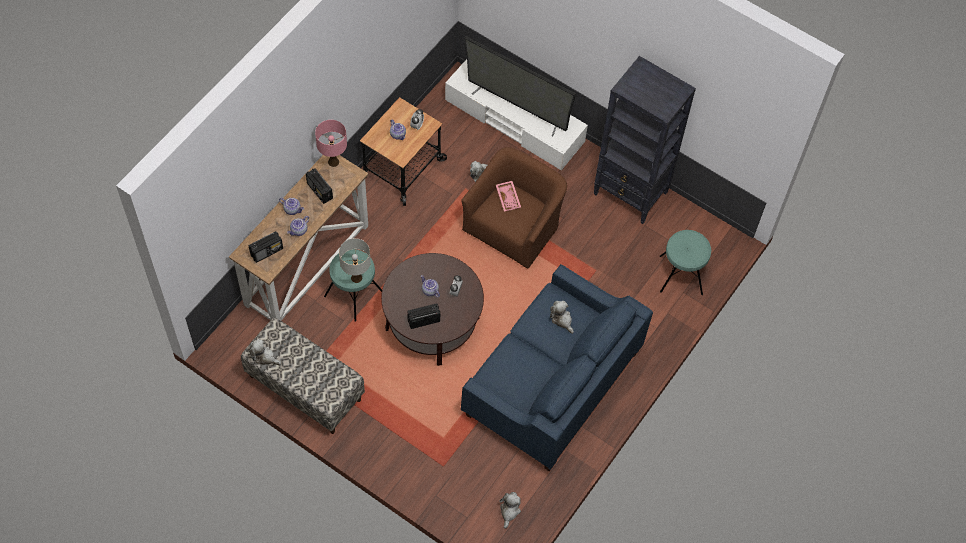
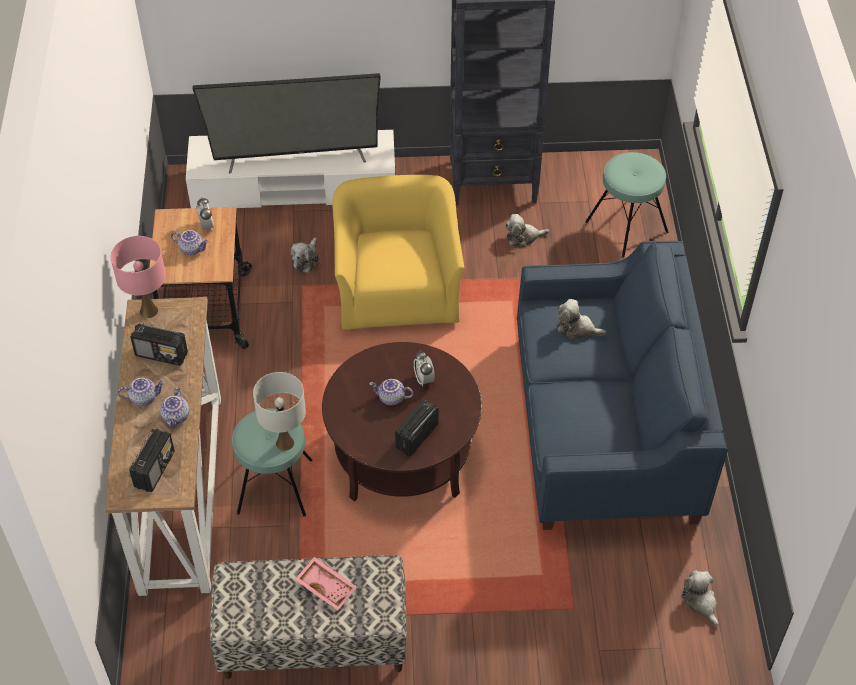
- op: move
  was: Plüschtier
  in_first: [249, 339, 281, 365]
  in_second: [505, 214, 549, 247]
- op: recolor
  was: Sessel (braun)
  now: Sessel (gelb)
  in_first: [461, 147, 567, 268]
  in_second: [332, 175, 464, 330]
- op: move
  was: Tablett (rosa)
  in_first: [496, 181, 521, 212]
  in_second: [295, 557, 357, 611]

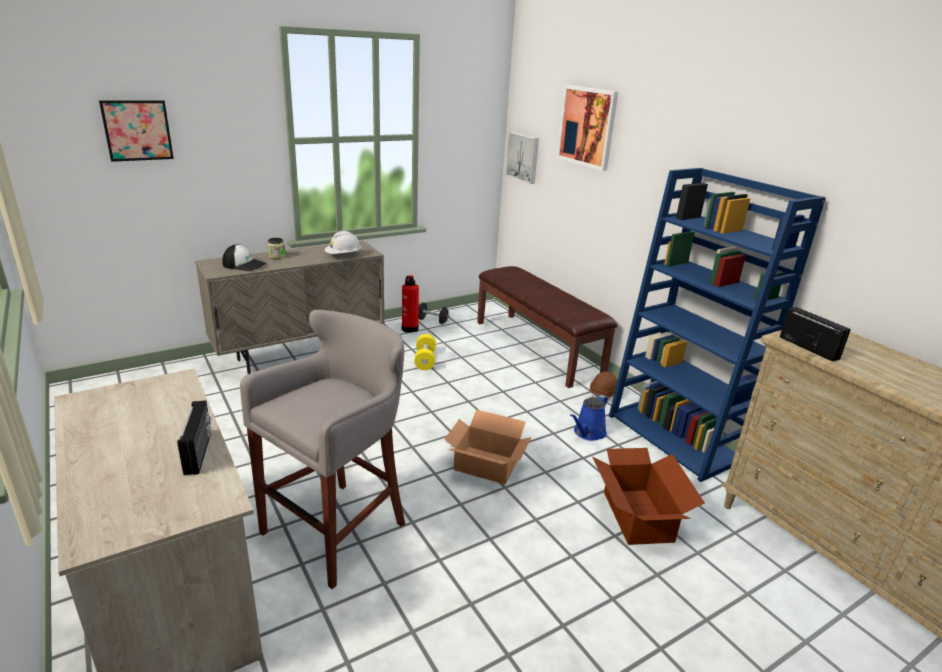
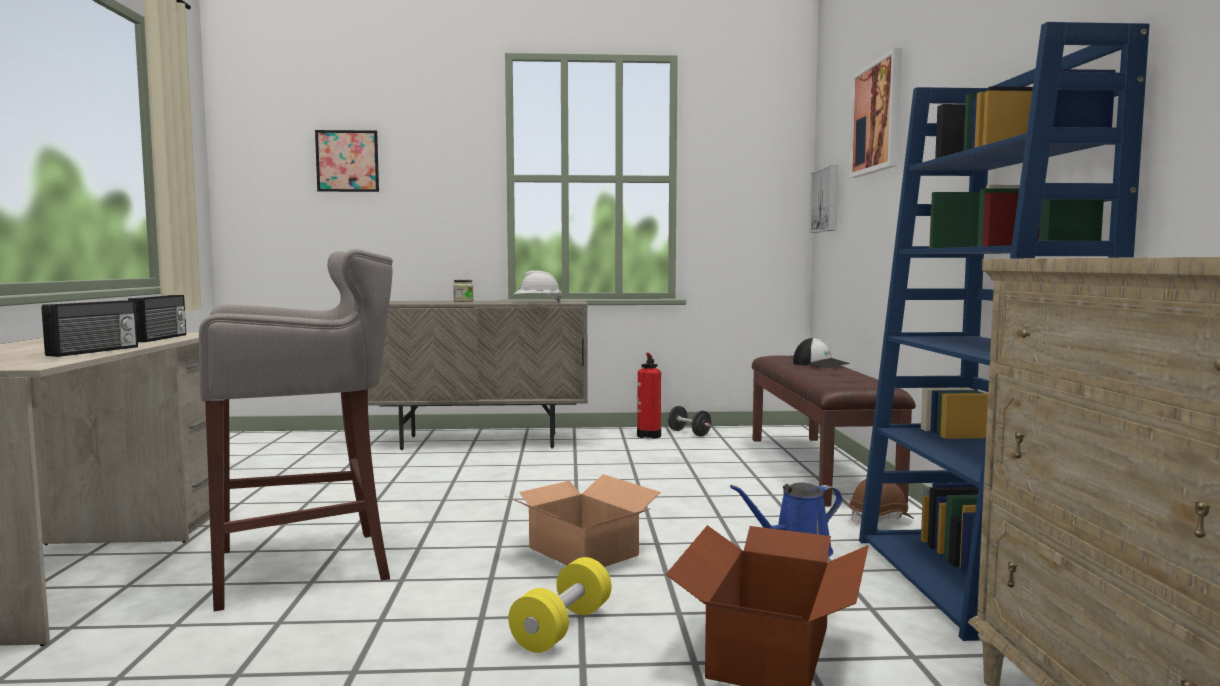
- op: move
  was: Kappe
  in_first: [222, 244, 267, 271]
  in_second: [793, 338, 850, 368]
- op: move
  was: Hantel (gelb)
  in_first: [414, 334, 436, 370]
  in_second: [508, 557, 612, 653]
- op: move
  was: Radio
  in_first: [780, 307, 851, 362]
  in_second: [128, 295, 186, 342]

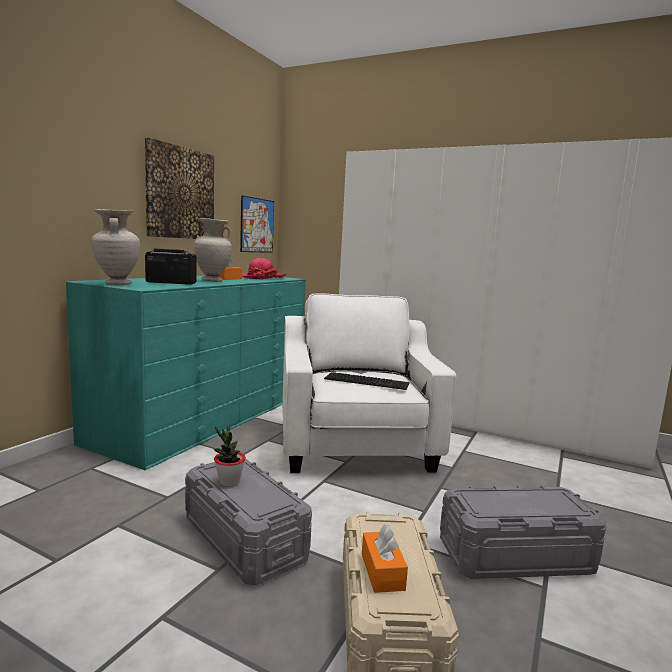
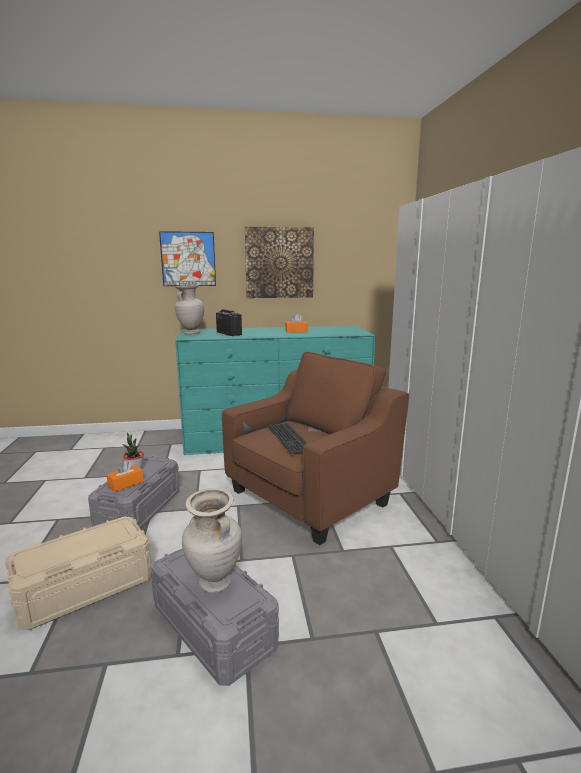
- op: move
  was: Vase (beige)
  in_first: [194, 218, 232, 282]
  in_second: [182, 488, 242, 593]
- op: move
  was: Bild
  in_first: [240, 195, 274, 253]
  in_second: [159, 231, 216, 286]
- op: delete
  was: Hut
  in_first: [242, 258, 286, 279]
- op: recolor
  was: Sessel (weiß)
  now: Sessel (braun)
  in_first: [282, 293, 456, 473]
  in_second: [222, 352, 409, 545]
- op: move
  was: Taschentuchbox (orange)
  in_first: [362, 524, 408, 593]
  in_second: [107, 461, 144, 492]

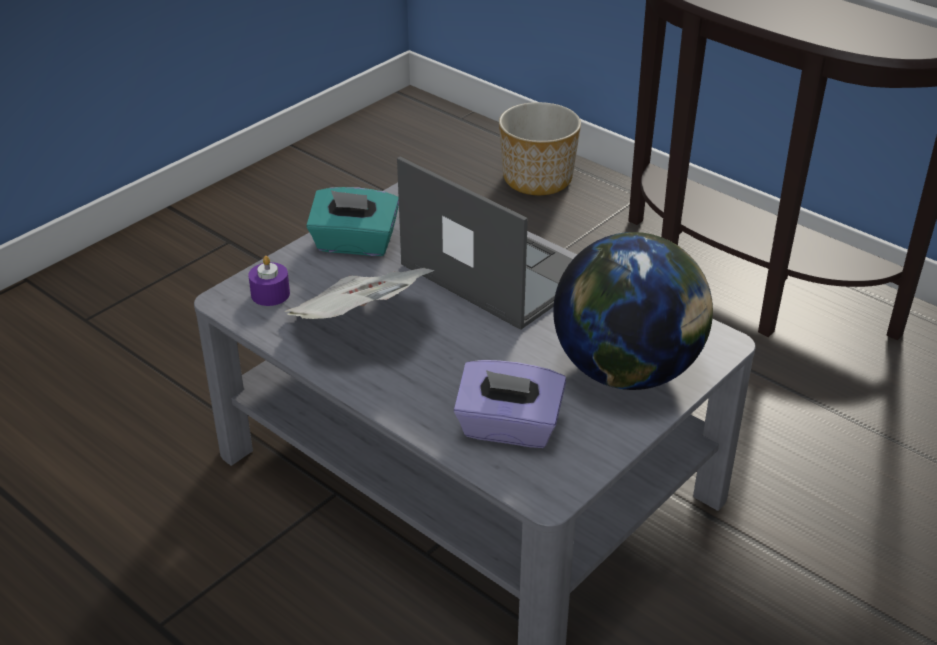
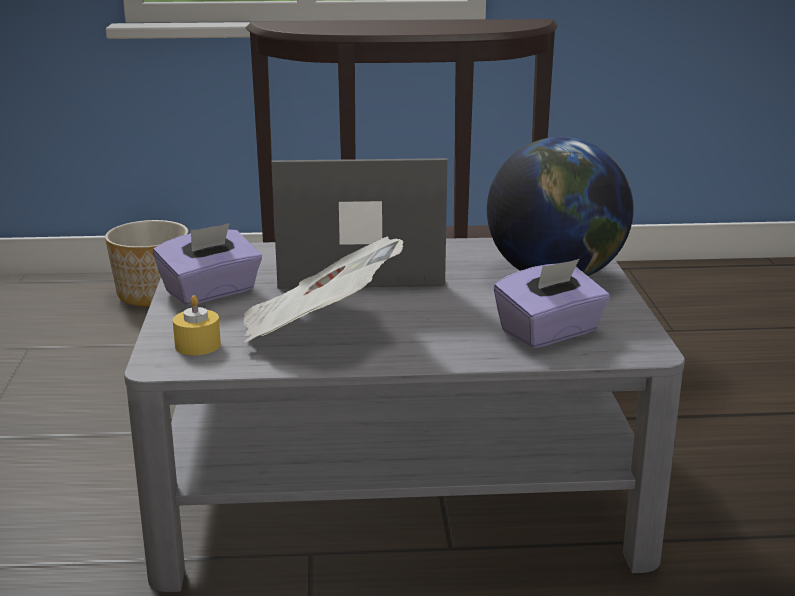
- op: recolor
  was: Kerze (lila)
  now: Kerze (gelb)
  in_first: [248, 256, 290, 306]
  in_second: [173, 295, 221, 355]
- op: recolor
  was: Taschentuchbox (türkis)
  now: Taschentuchbox (lila)
  in_first: [306, 187, 399, 256]
  in_second: [153, 223, 262, 306]

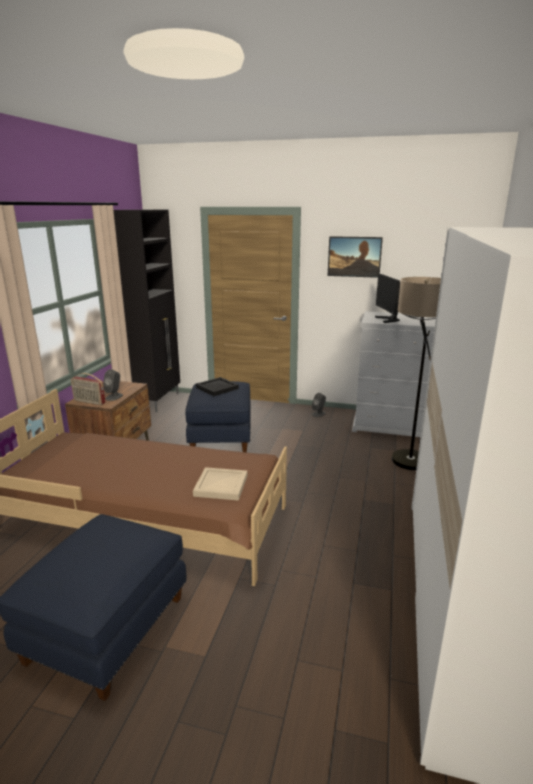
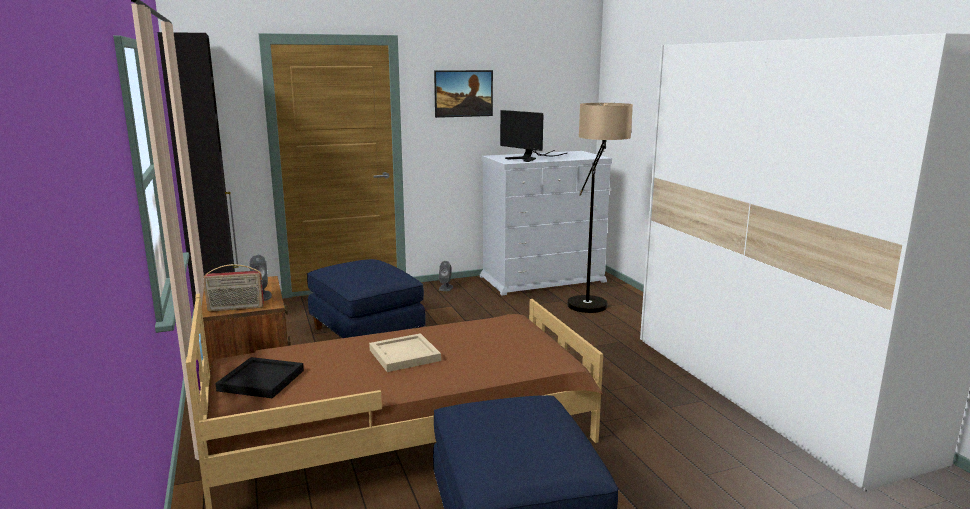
- op: move
  was: Tablett (beige)
  in_first: [193, 467, 247, 501]
  in_second: [369, 333, 441, 372]
- op: move
  was: Tablett (schwarz)
  in_first: [196, 377, 239, 396]
  in_second: [215, 357, 304, 399]

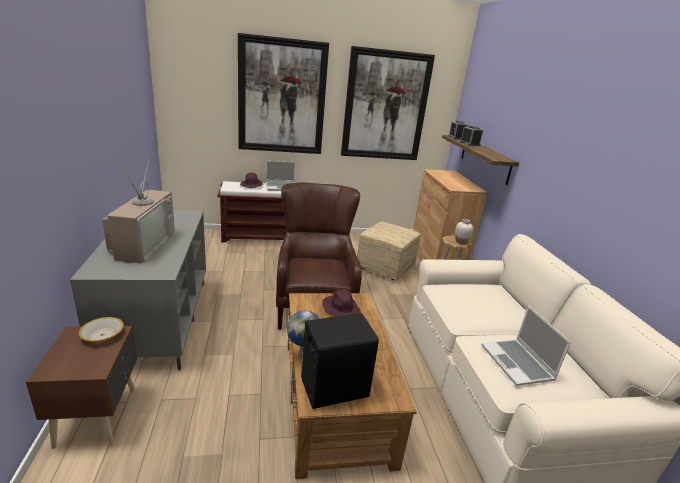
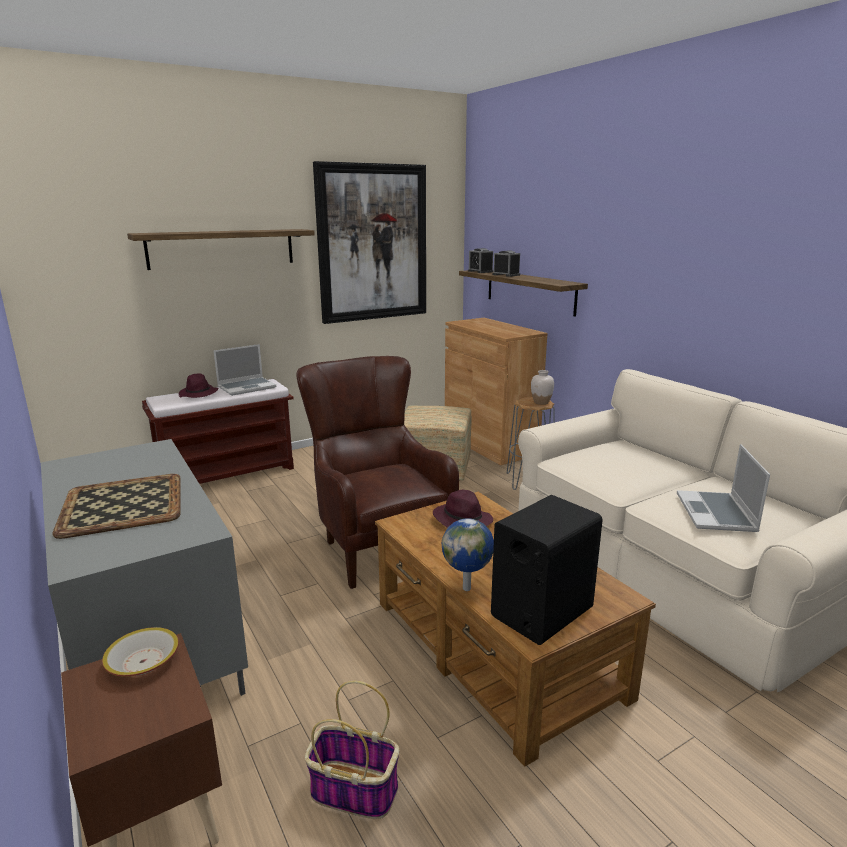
- op: replace
  was: Fernseher
  now: Tablett
  in_first: [102, 157, 175, 264]
  in_second: [52, 474, 180, 539]
- op: replace
  was: Bild
  now: Wandregal
  in_first: [238, 33, 329, 154]
  in_second: [127, 229, 315, 270]
- op: rotate
  was: Laptop
  in_first: [482, 306, 571, 386]
  in_second: [677, 444, 770, 532]
  clockwise: 45
- op: insert
  now: Korb
  in_second: [305, 681, 399, 819]

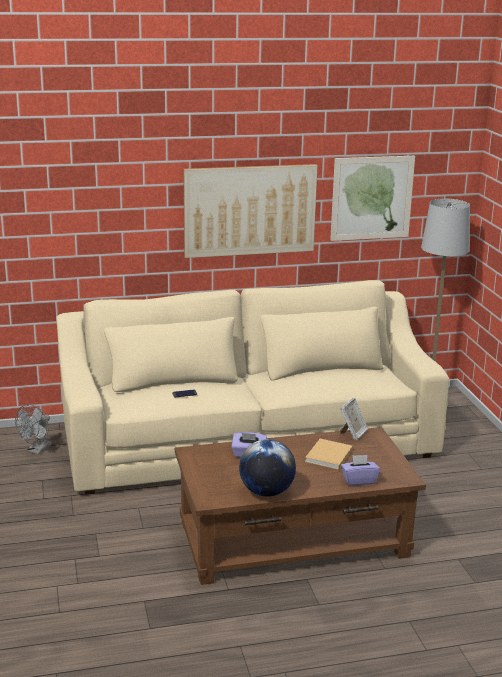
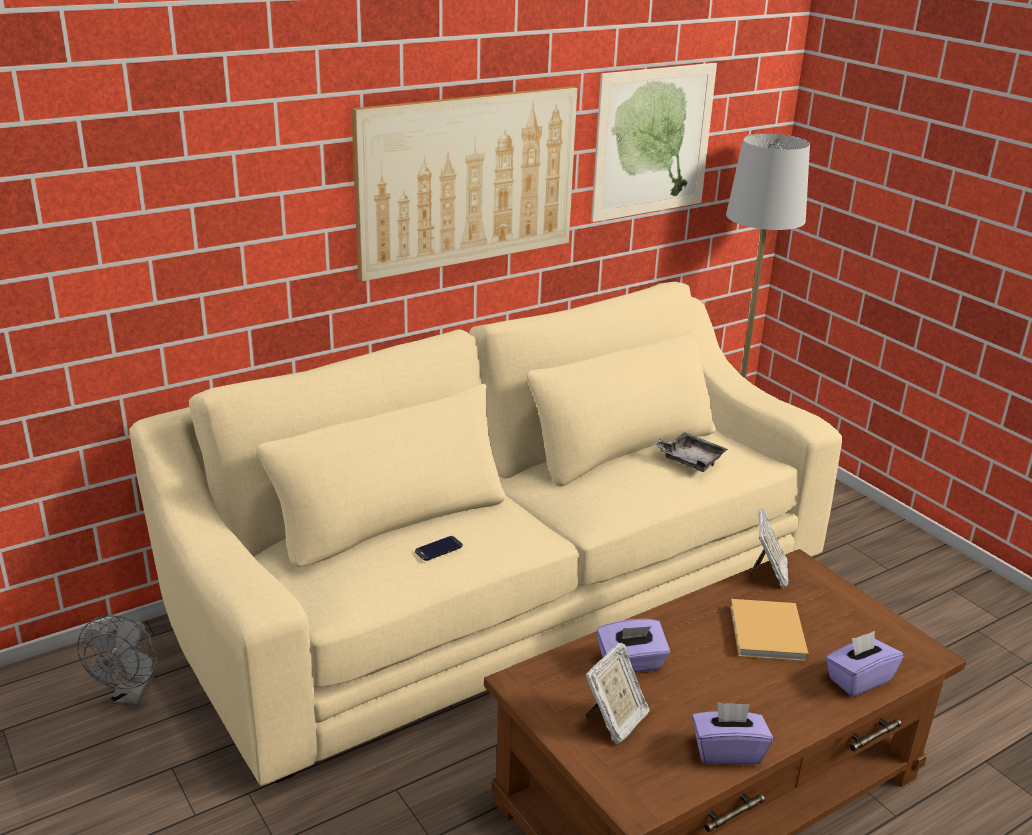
- op: replace
  was: Globus
  now: Taschentuchbox (lila)
  in_first: [239, 439, 296, 497]
  in_second: [692, 702, 773, 765]
- op: insert
  now: Bilderrahmen
  in_second: [585, 642, 650, 744]
- op: insert
  now: Tablett (grau)
  in_second: [652, 432, 728, 472]

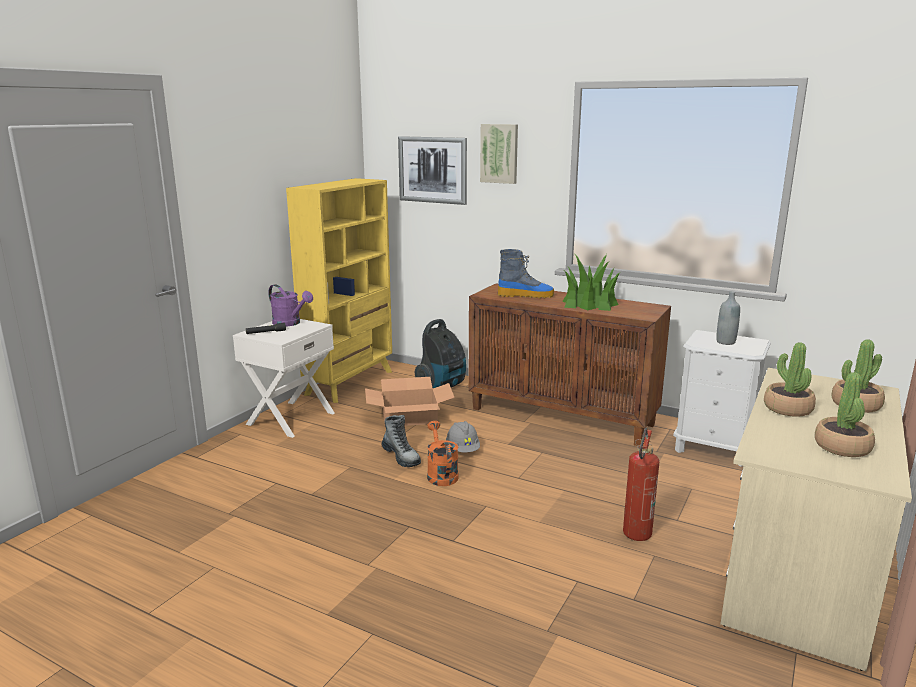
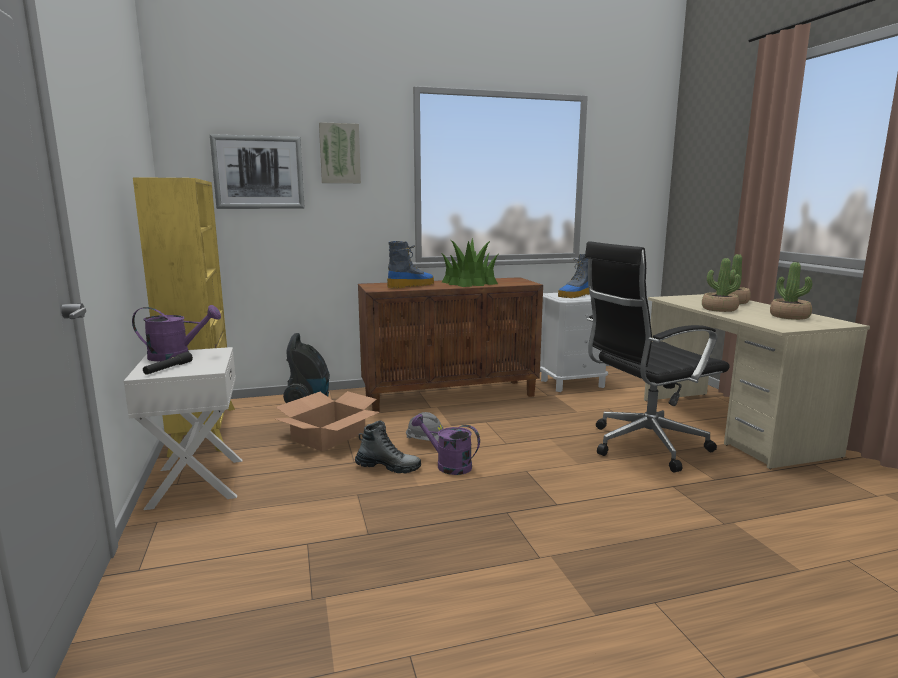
- op: recolor
  was: Gießkanne (orange)
  now: Gießkanne (lila)
  in_first: [427, 421, 459, 486]
  in_second: [412, 414, 480, 475]
- op: replace
  was: Feuerlöscher
  now: Bürostuhl (schwarz)
  in_first: [623, 427, 659, 541]
  in_second: [585, 241, 730, 473]
- op: replace
  was: Flasche (grau)
  now: Stiefel
  in_first: [716, 291, 740, 345]
  in_second: [558, 254, 590, 298]

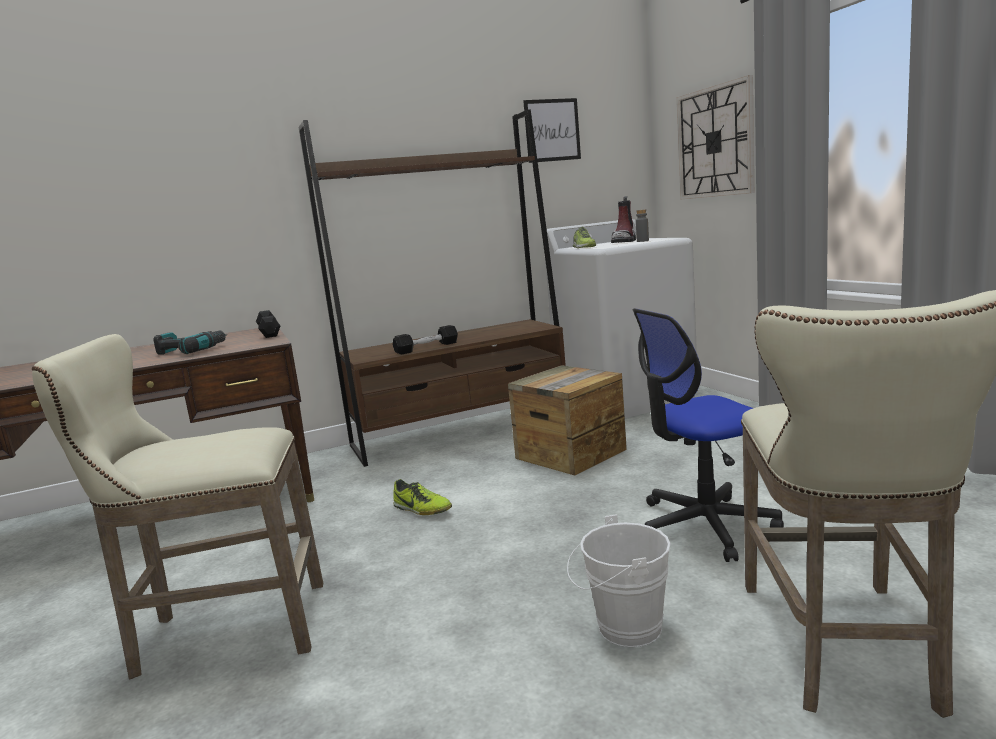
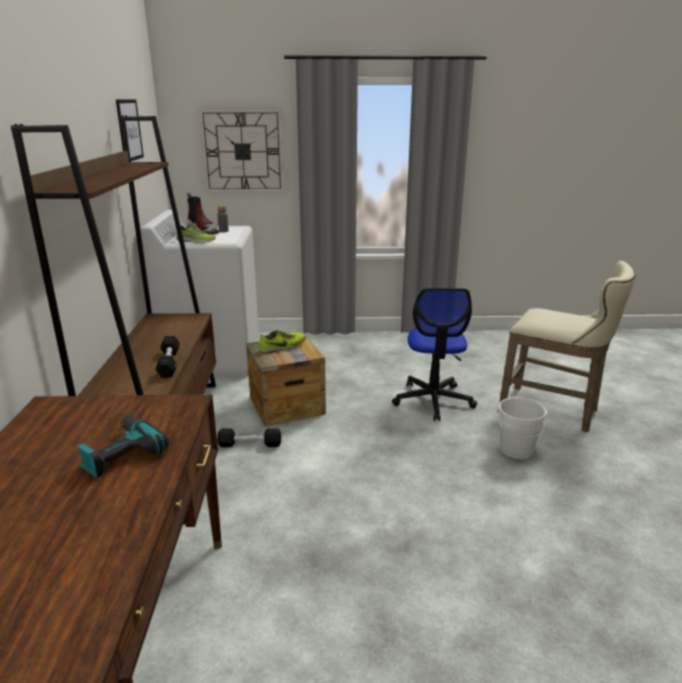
- op: delete
  was: Hocker (beige)
  in_first: [32, 334, 323, 679]
- op: move
  was: Hantel (schwarz)
  in_first: [256, 310, 280, 338]
  in_second: [217, 428, 281, 447]
- op: move
  was: Schuh
  in_first: [393, 479, 452, 515]
  in_second: [259, 330, 306, 353]

